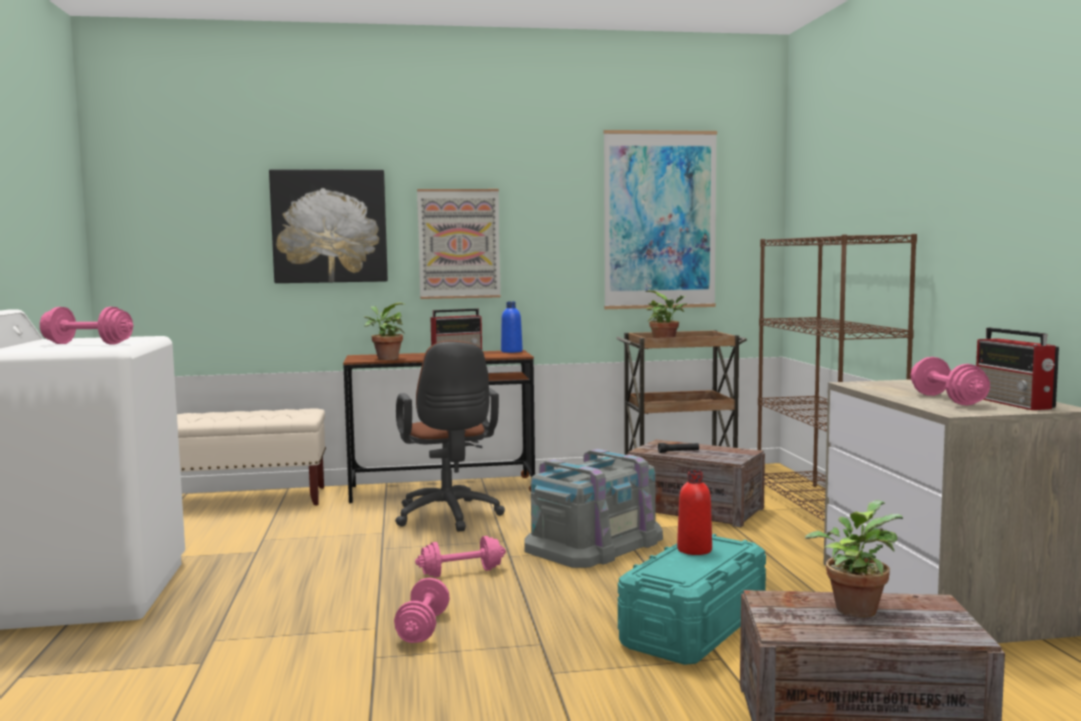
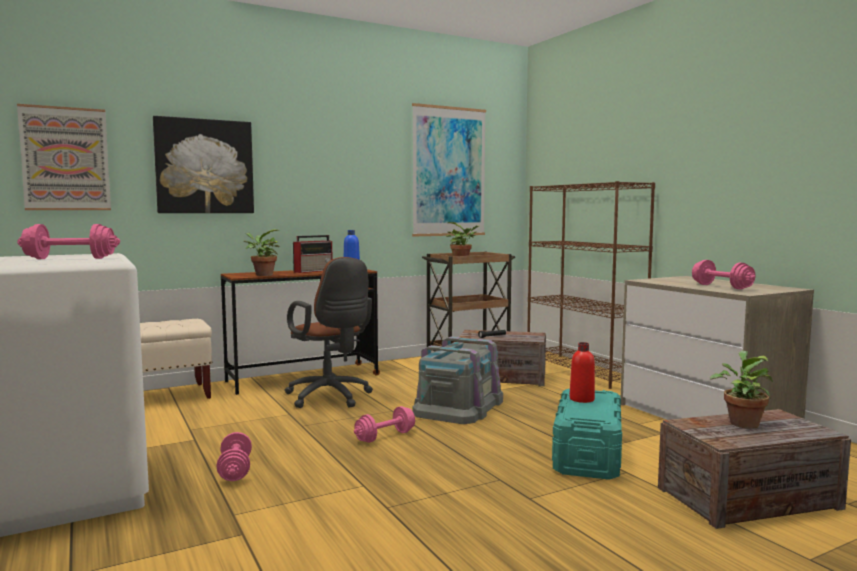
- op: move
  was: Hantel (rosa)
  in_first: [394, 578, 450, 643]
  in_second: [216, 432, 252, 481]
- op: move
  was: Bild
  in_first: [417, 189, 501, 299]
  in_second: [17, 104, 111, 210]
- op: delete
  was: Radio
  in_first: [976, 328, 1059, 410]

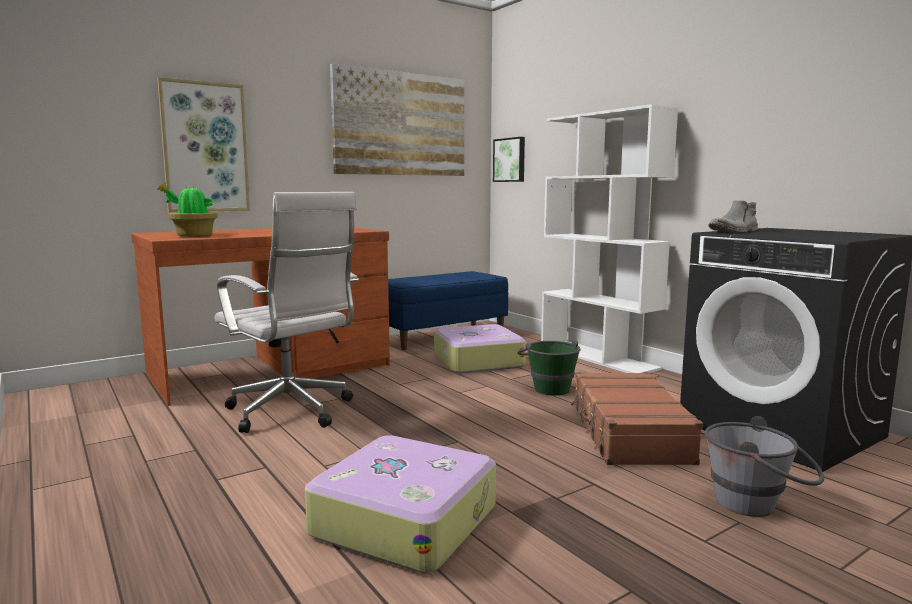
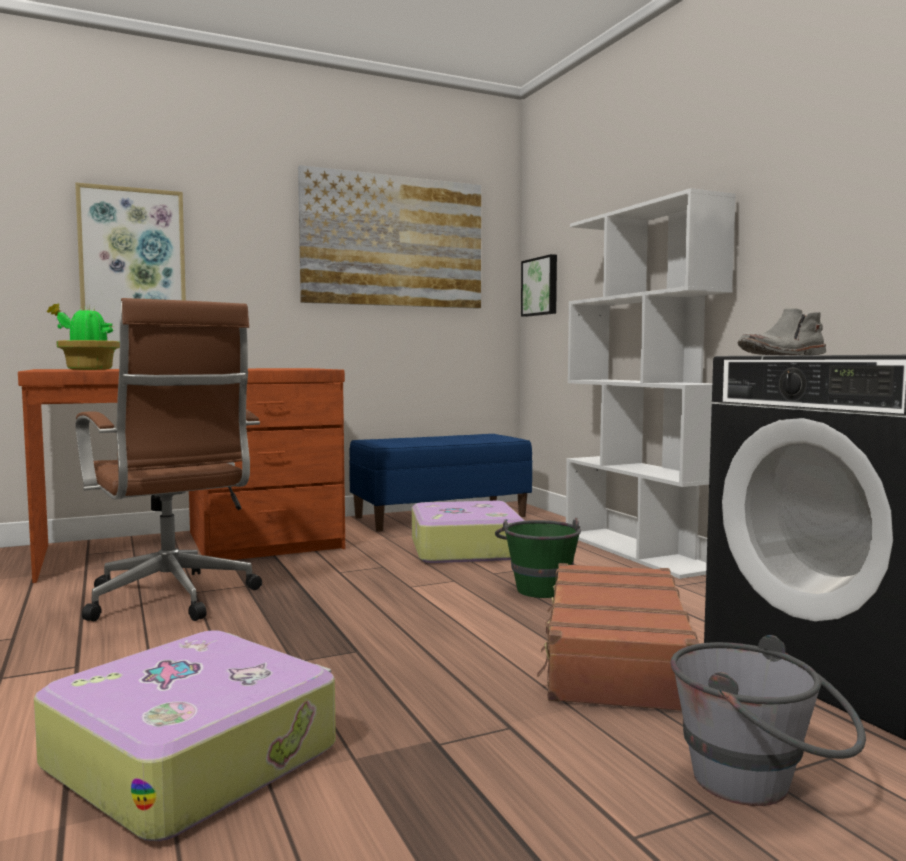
- op: recolor
  was: Bürostuhl (weiß)
  now: Bürostuhl (braun)
  in_first: [214, 192, 359, 433]
  in_second: [75, 298, 262, 621]

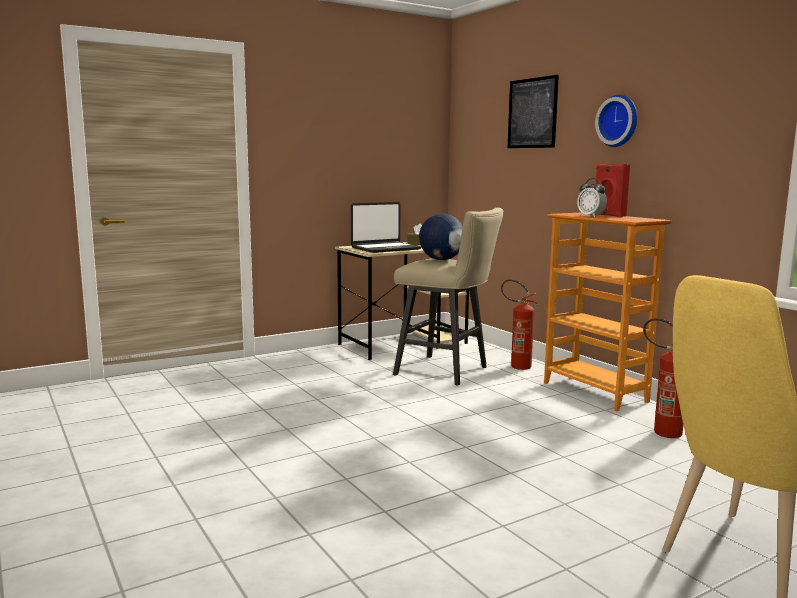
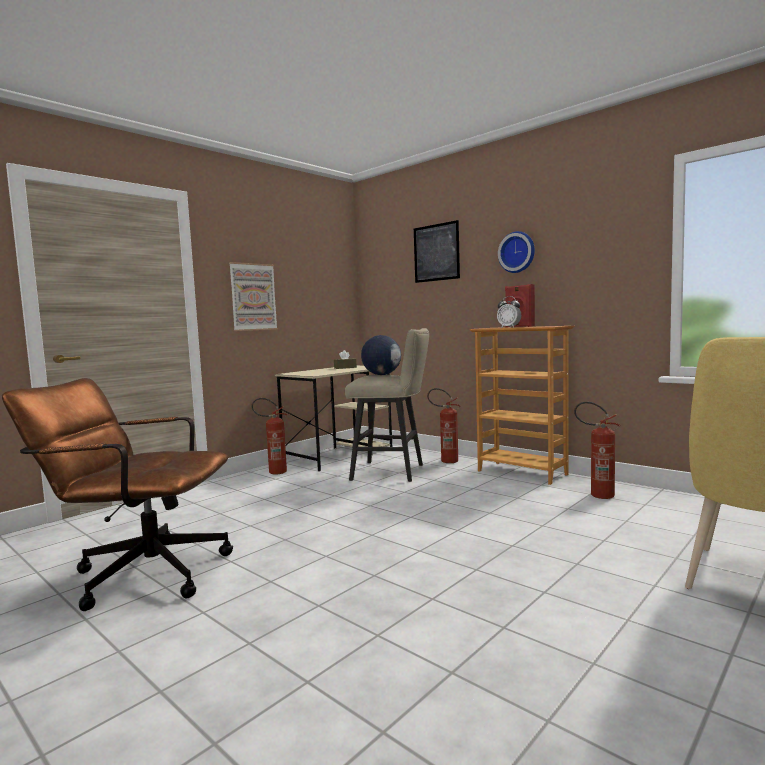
- op: delete
  was: Laptop
  in_first: [351, 202, 421, 253]
- op: insert
  now: Bürostuhl (braun)
  in_second: [2, 378, 233, 611]
- op: insert
  now: Bild
  in_second: [229, 262, 278, 331]
- op: insert
  now: Feuerlöscher
  in_second: [251, 398, 287, 475]

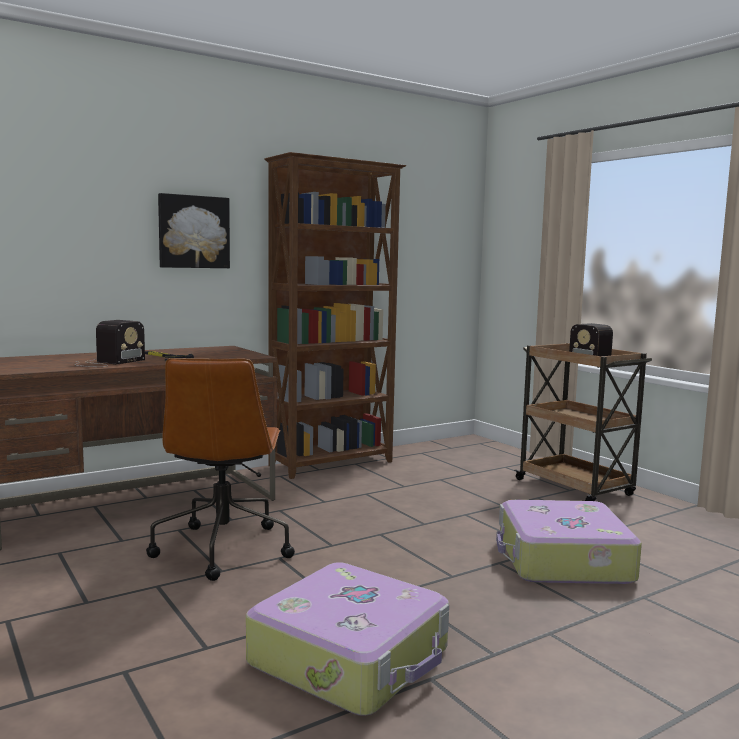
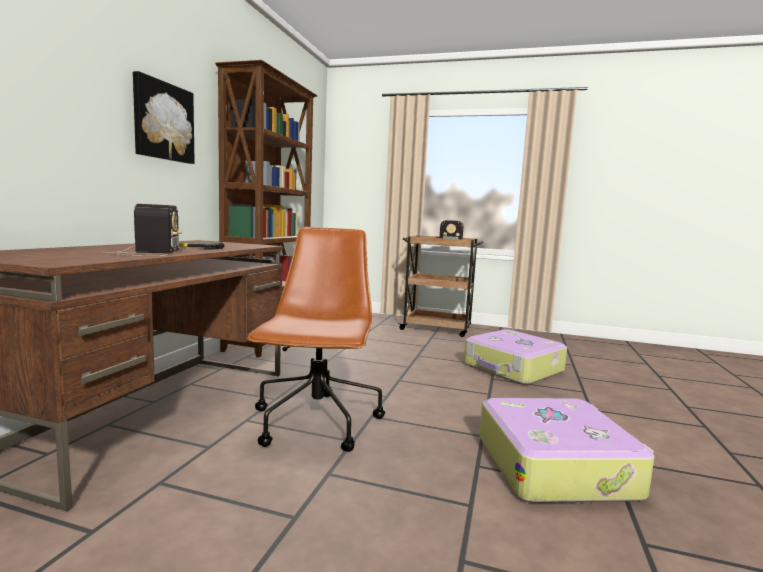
- op: rotate
  was: Bürostuhl (braun)
  in_first: [146, 358, 295, 581]
  in_second: [247, 227, 385, 452]
  clockwise: -135

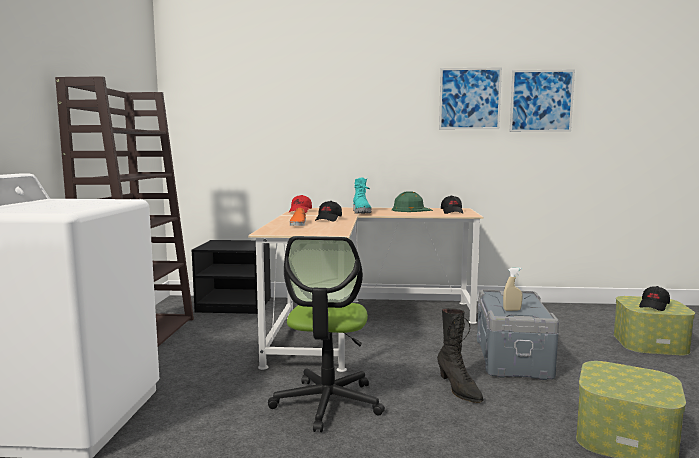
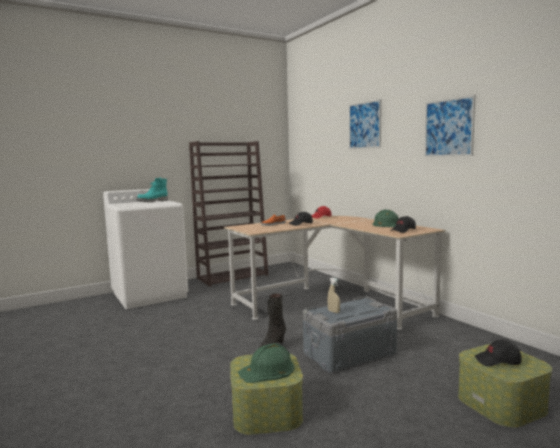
- op: delete
  was: Nachttisch (schwarz)
  in_first: [191, 240, 271, 314]
- op: delete
  was: Bürostuhl
  in_first: [268, 236, 385, 432]
- op: move
  was: Stiefel (türkis)
  in_first: [353, 178, 371, 214]
  in_second: [136, 178, 168, 202]
- op: move
  was: Bild
  in_first: [510, 69, 575, 132]
  in_second: [349, 99, 381, 149]
- op: insert
  now: Schutzhelm (grün)
  in_second: [238, 343, 294, 383]

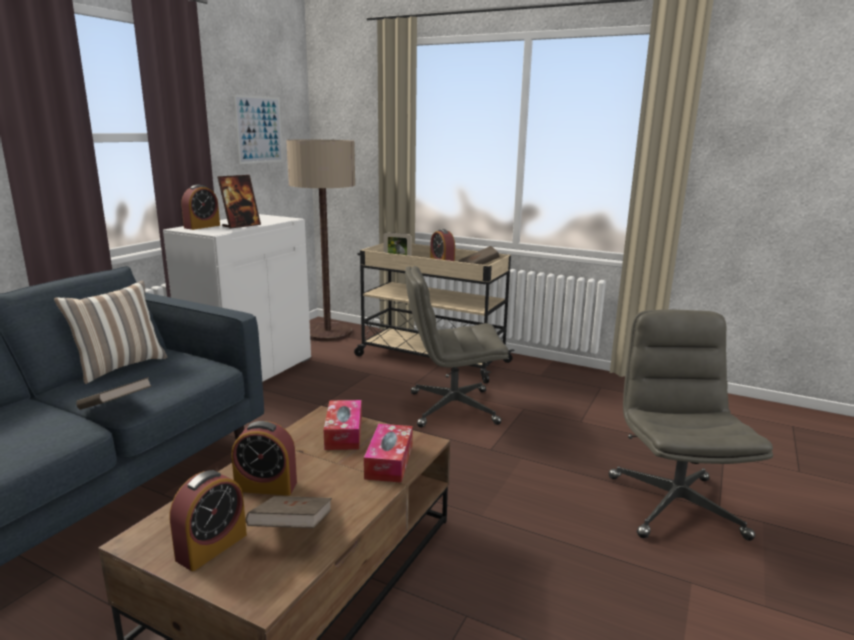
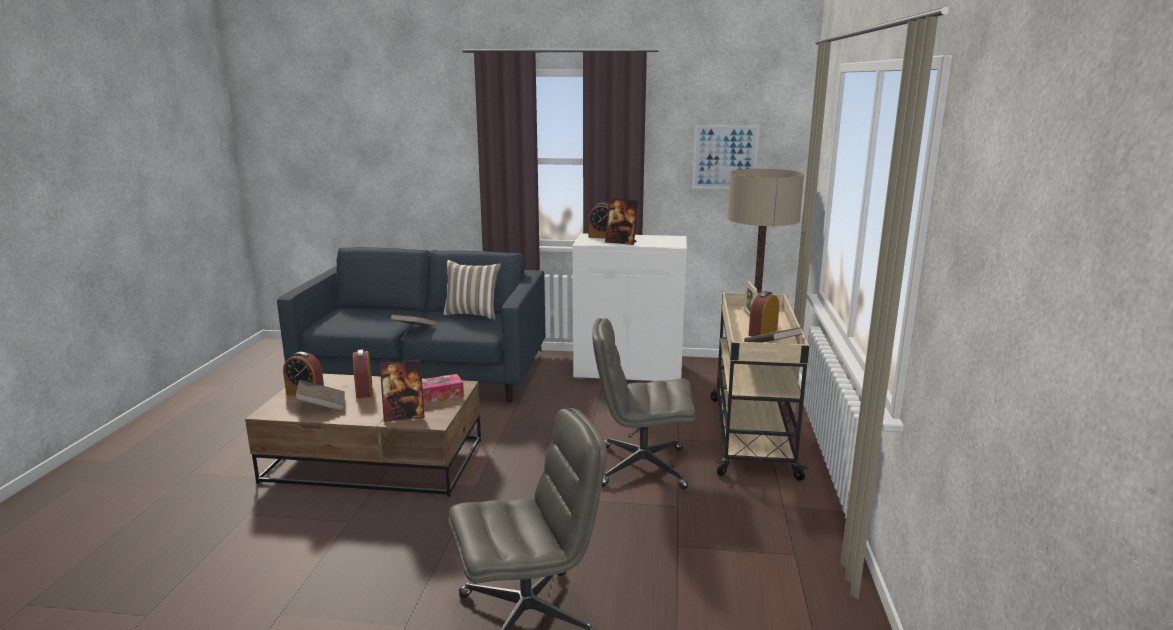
- op: replace
  was: Taschentuchbox
  now: Bilderrahmen
  in_first: [364, 424, 413, 483]
  in_second: [380, 360, 425, 422]
- op: rotate
  was: Bürostuhl (grau)
  in_first: [405, 266, 509, 428]
  in_second: [593, 318, 696, 489]
  clockwise: -60

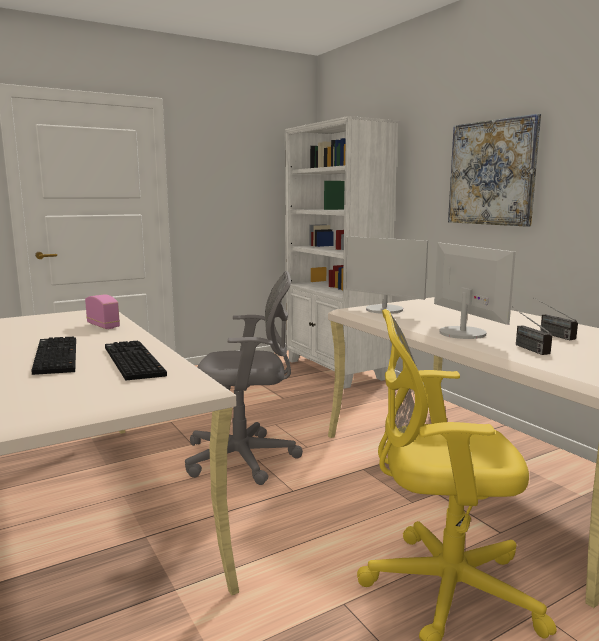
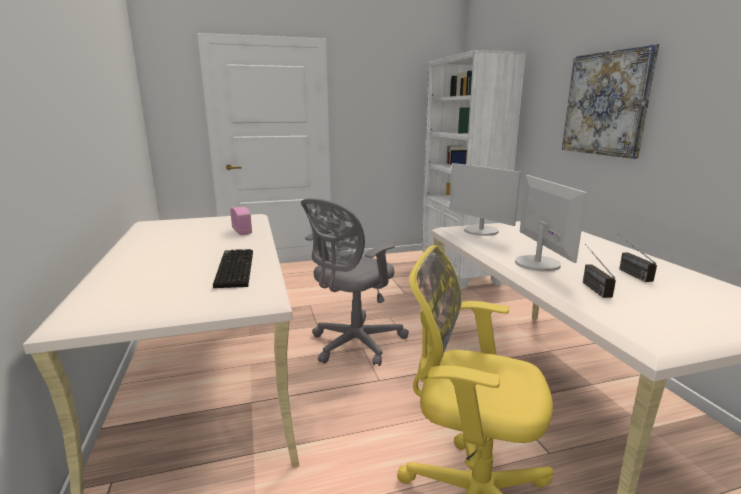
- op: delete
  was: Tastatur
  in_first: [32, 337, 76, 375]
- op: rotate
  was: Bürostuhl (grau)
  in_first: [185, 271, 303, 485]
  in_second: [301, 198, 409, 366]
  clockwise: 120

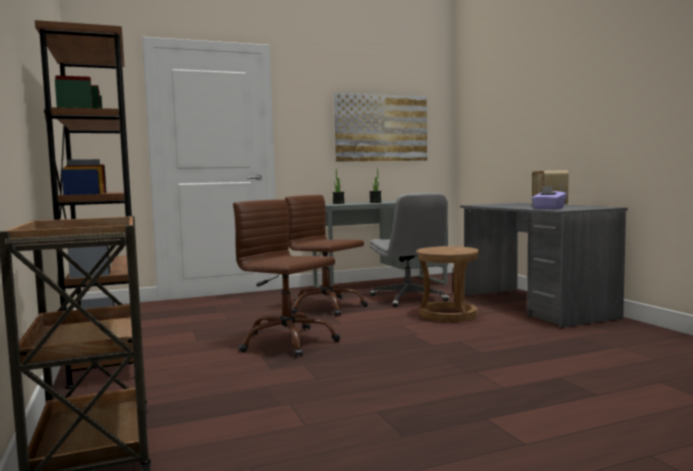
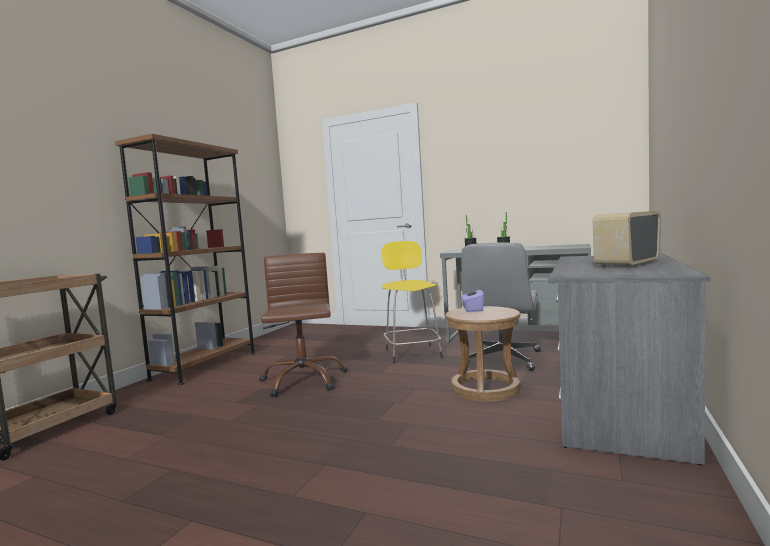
- op: replace
  was: Bürostuhl (braun)
  now: Hocker (gelb)
  in_first: [285, 195, 368, 316]
  in_second: [381, 241, 443, 363]
- op: delete
  was: Bild
  in_first: [334, 93, 427, 162]
- op: move
  was: Taschentuchbox (lila)
  in_first: [531, 186, 567, 210]
  in_second: [461, 285, 484, 312]

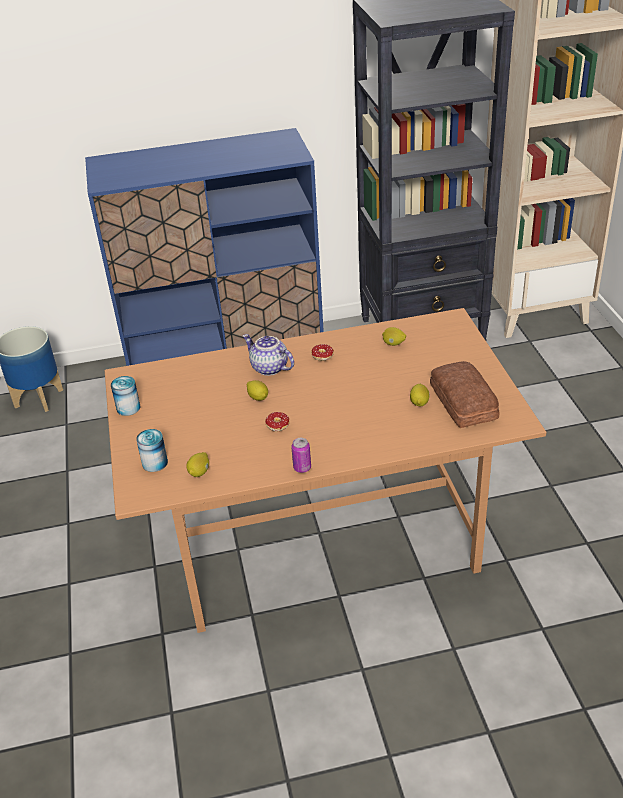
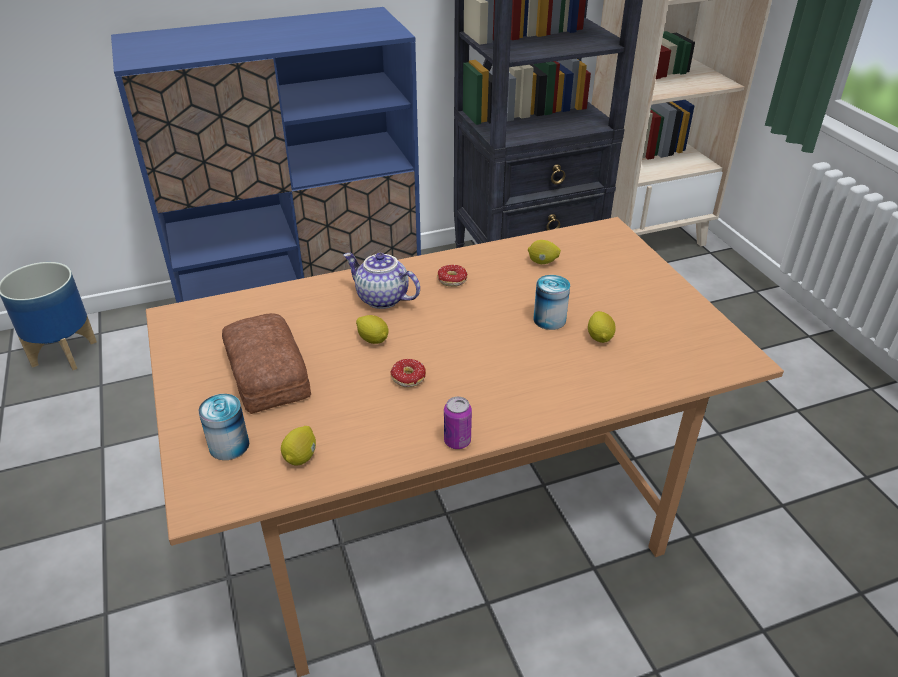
- op: move
  was: Dose
  in_first: [111, 376, 140, 416]
  in_second: [533, 275, 570, 330]
- op: move
  was: Brot
  in_first: [430, 361, 499, 428]
  in_second: [222, 313, 311, 414]

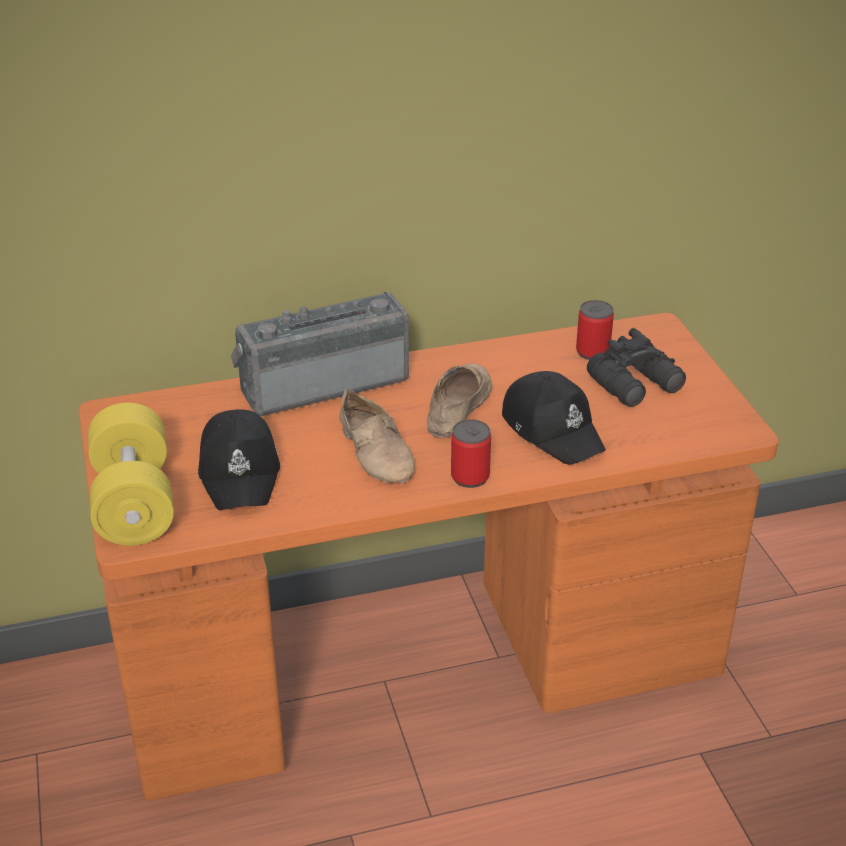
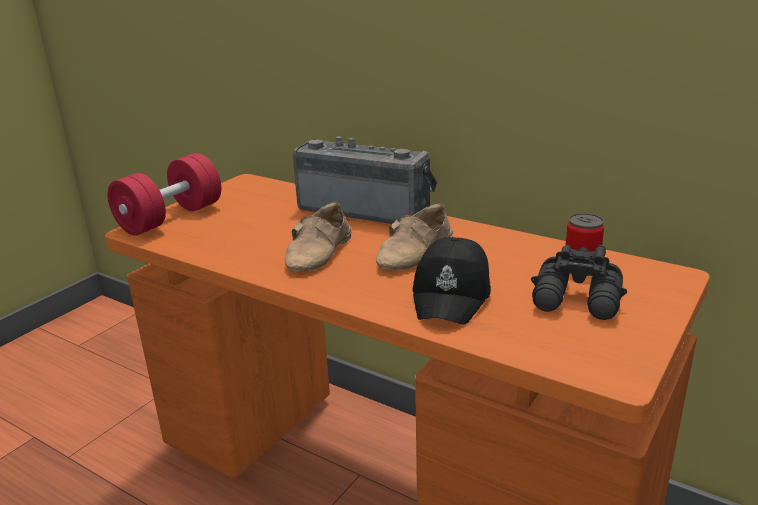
- op: recolor
  was: Hantel (gelb)
  now: Hantel (rot)
  in_first: [88, 403, 174, 546]
  in_second: [108, 153, 221, 235]
- op: delete
  was: Kappe (schwarz)
  in_first: [198, 410, 280, 510]
- op: rotate
  was: Schuh (beige)
  in_first: [427, 363, 492, 438]
  in_second: [376, 203, 453, 270]
  clockwise: 150
- op: delete
  was: Dose
  in_first: [451, 419, 491, 488]

